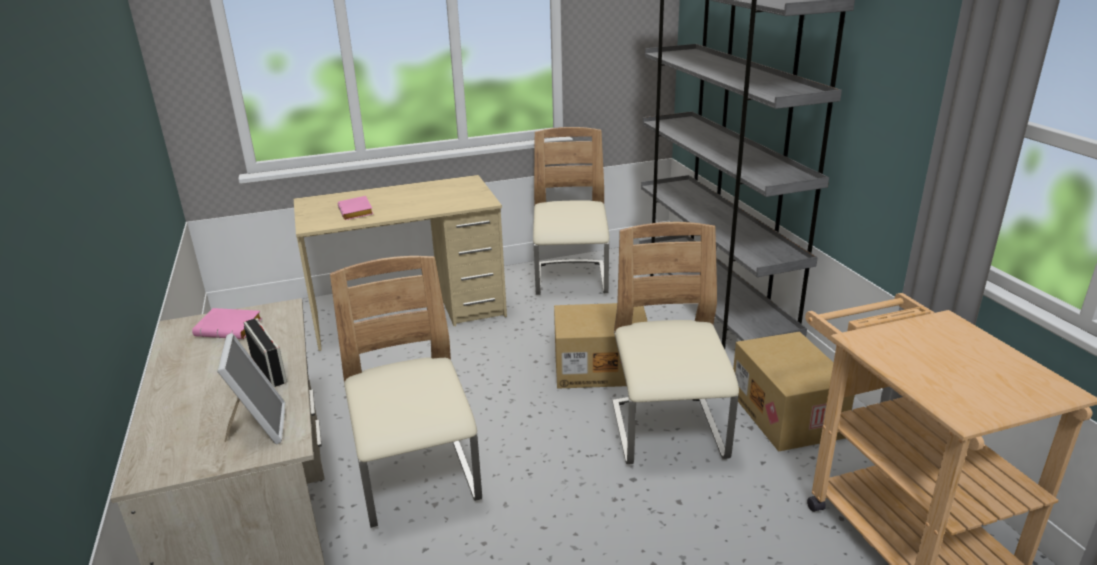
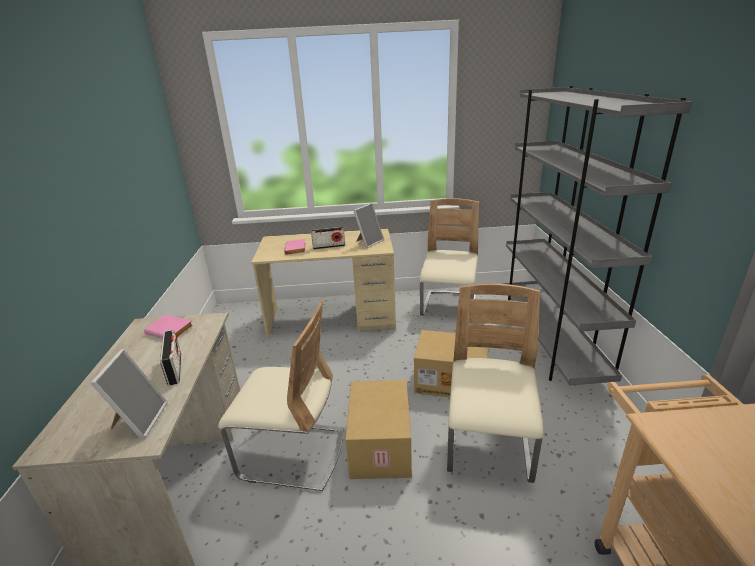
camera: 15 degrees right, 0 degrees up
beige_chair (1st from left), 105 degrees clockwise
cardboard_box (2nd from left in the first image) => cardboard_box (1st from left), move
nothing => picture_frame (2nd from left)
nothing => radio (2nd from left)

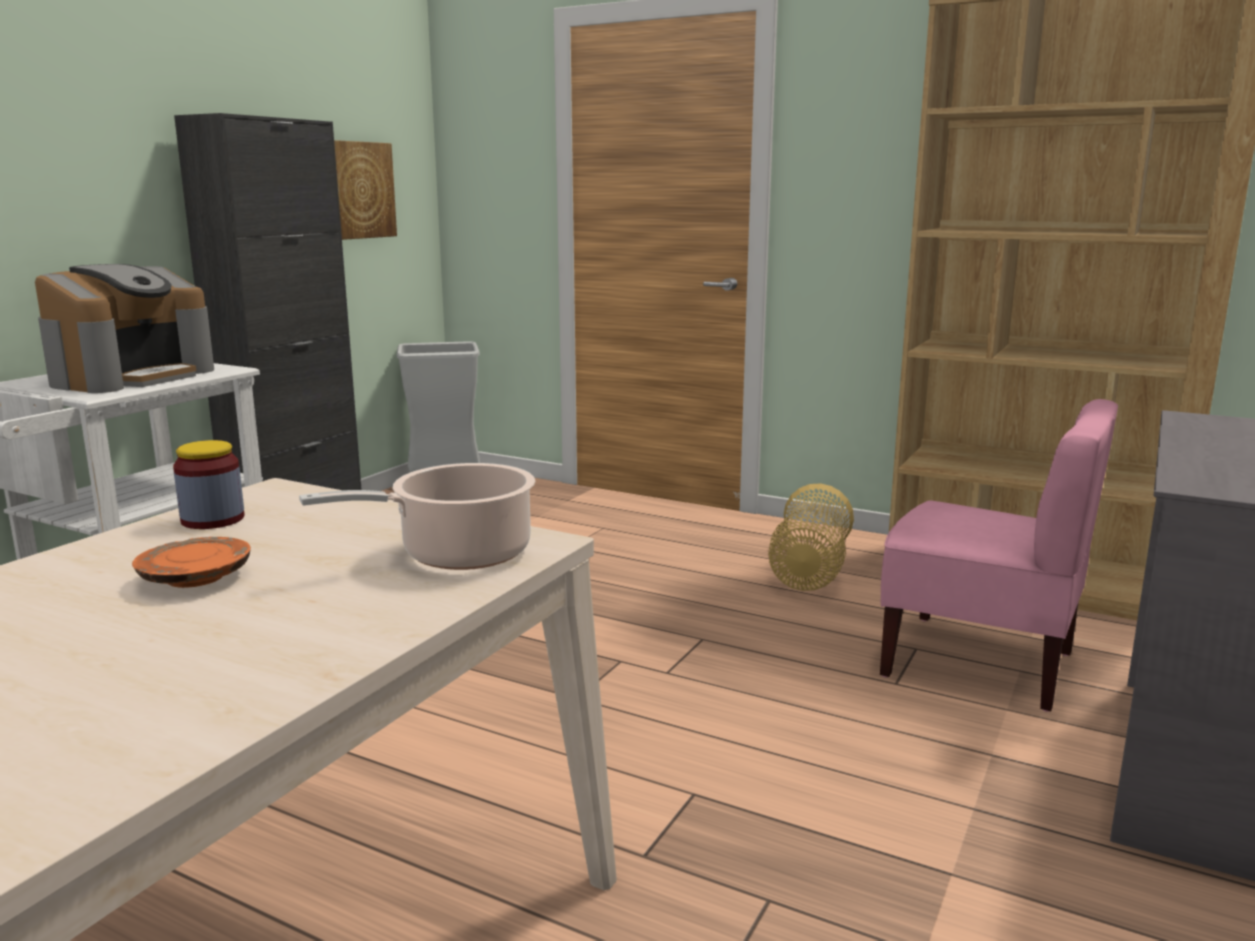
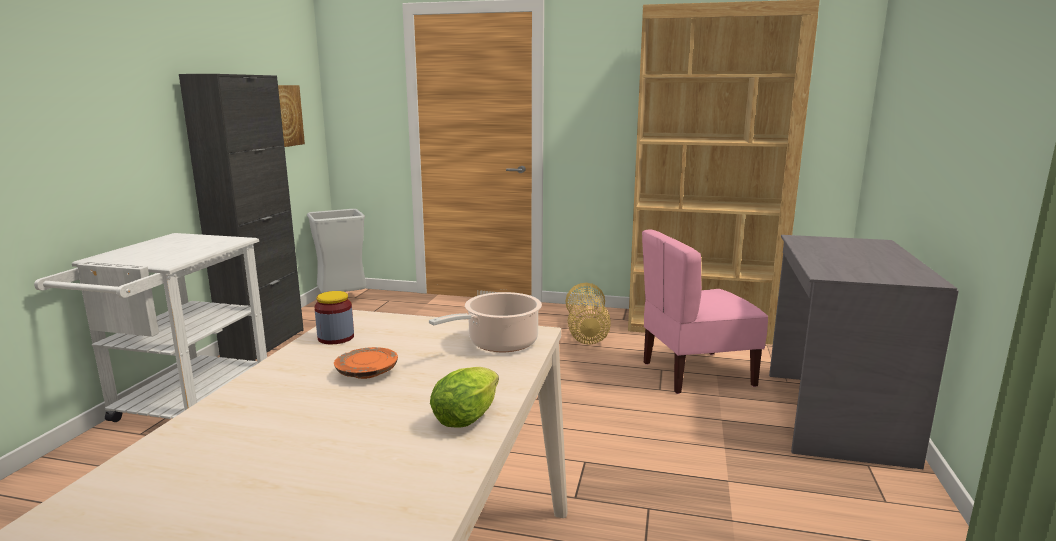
camera: 15 degrees left, 0 degrees up
coffee_machine => nothing
pink_chair, 150 degrees clockwise
nothing => lettuce

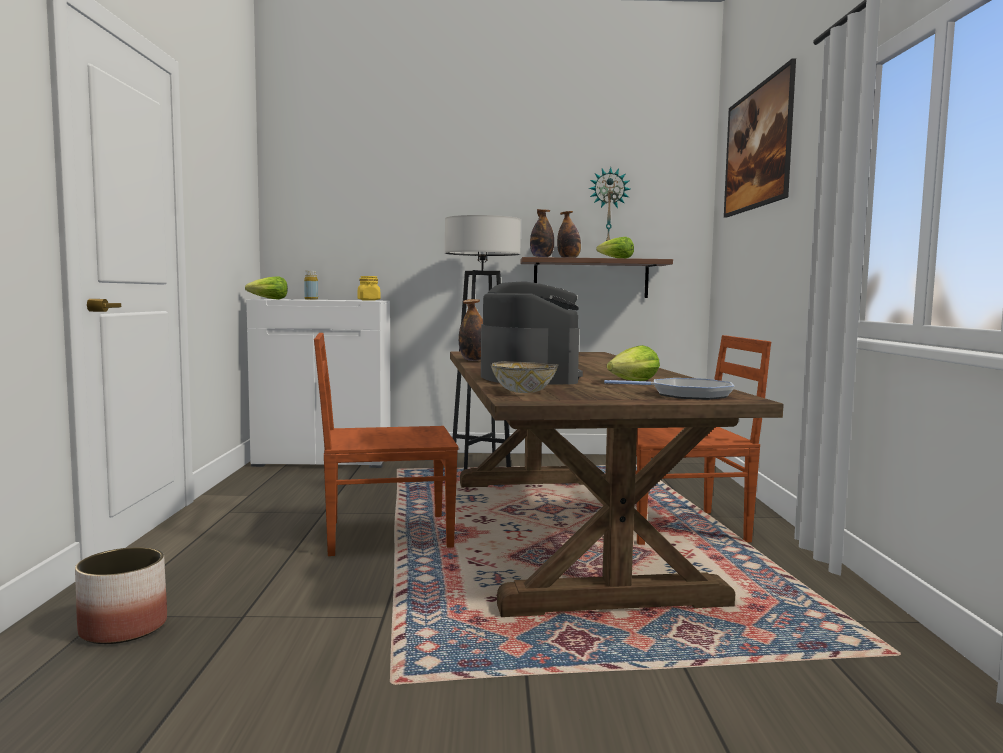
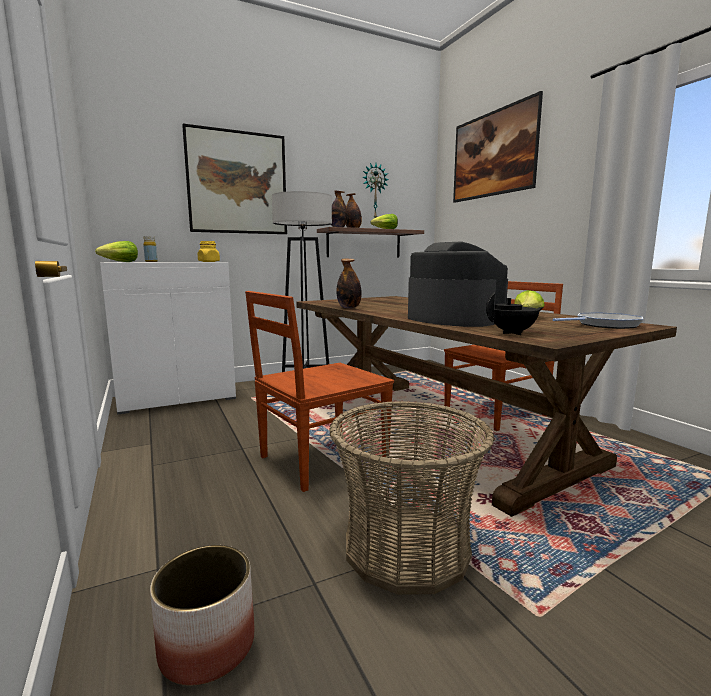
camera: 25 degrees left, 5 degrees up
bowl => black_teapot
nothing => picture (1st from left)
nothing => basket

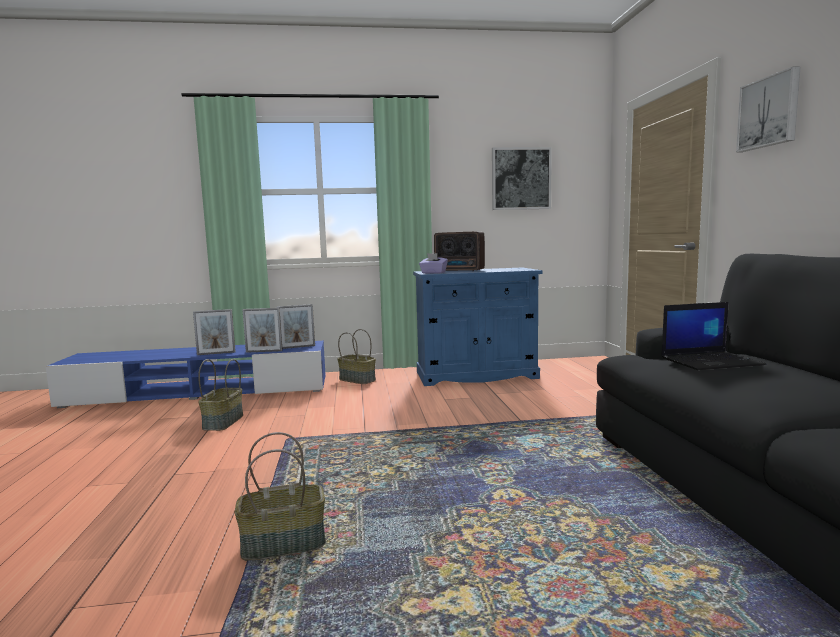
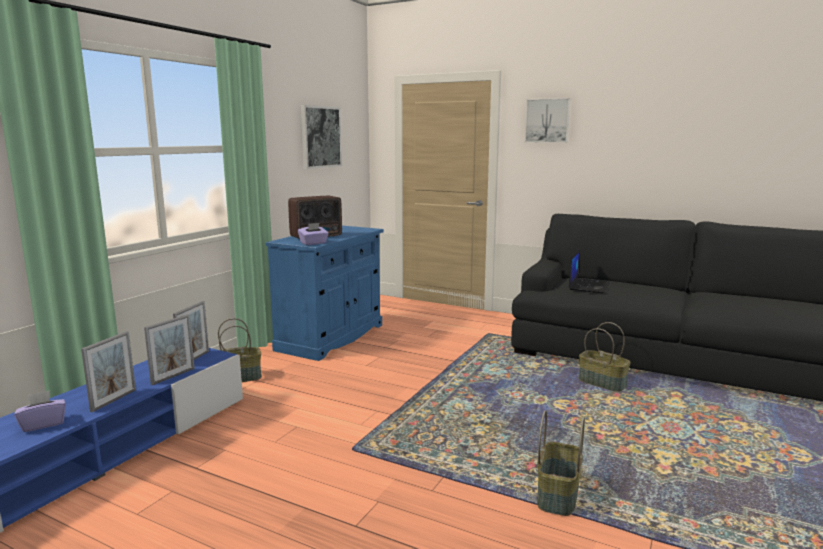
camera: 55 degrees left, 5 degrees up
basket (1st from left in the first image) => basket (3rd from left), move
nothing => purple_tissue_box (1st from left)

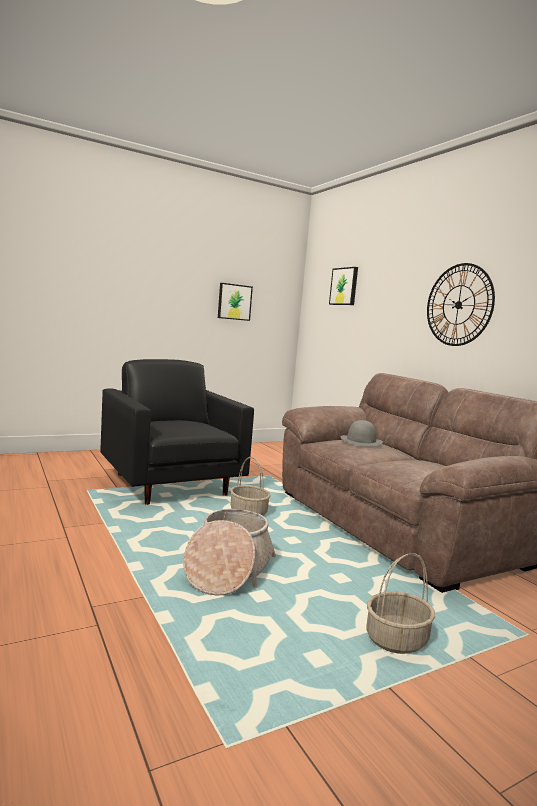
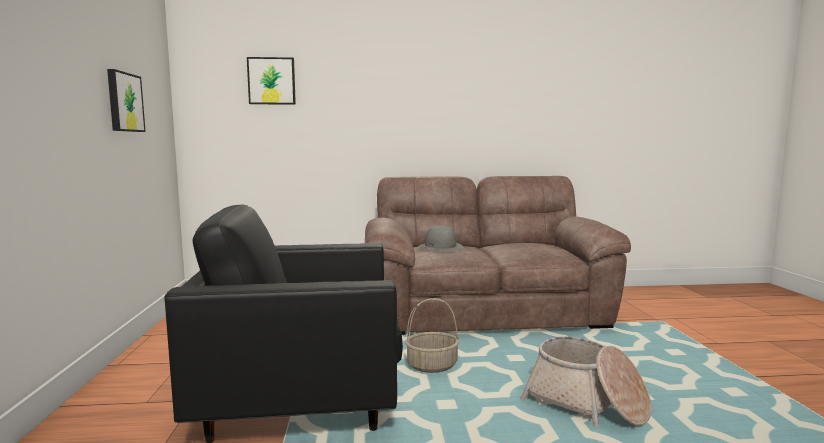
camera: 65 degrees left, 0 degrees up
wall_clock => nothing
basket (3rd from left) => nothing

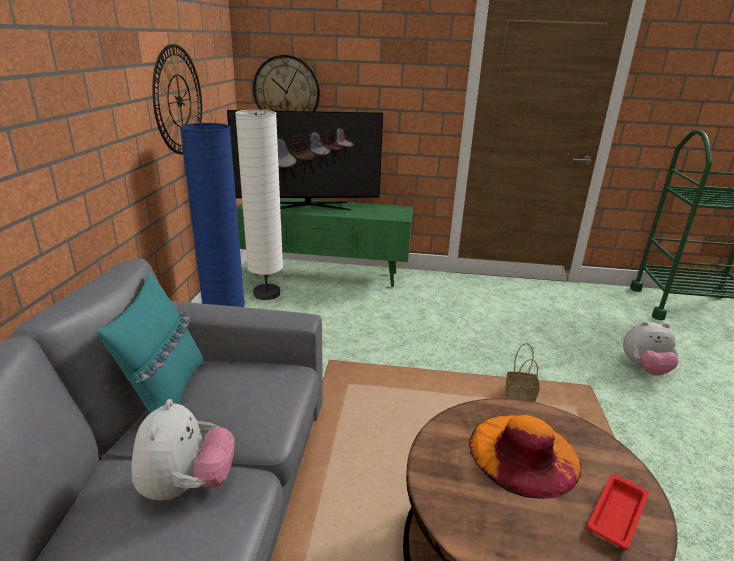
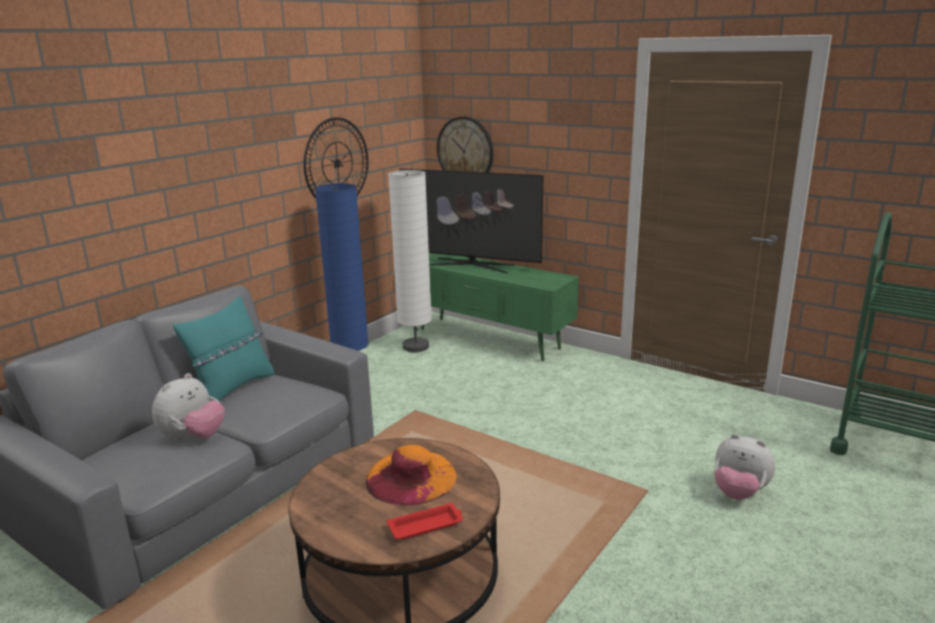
camera: 30 degrees right, 5 degrees down
basket => nothing

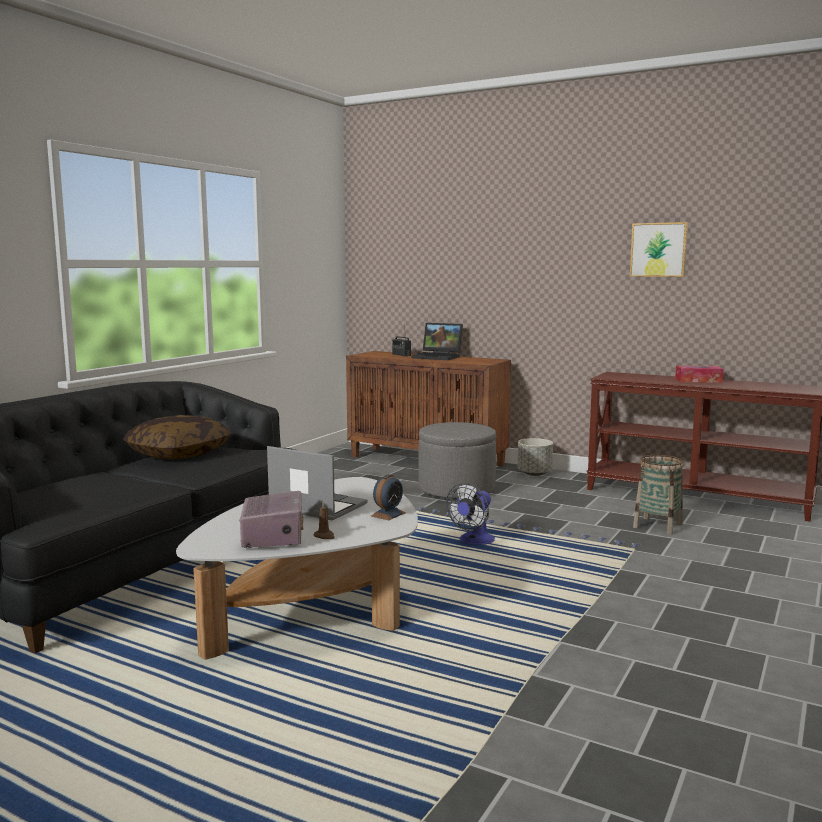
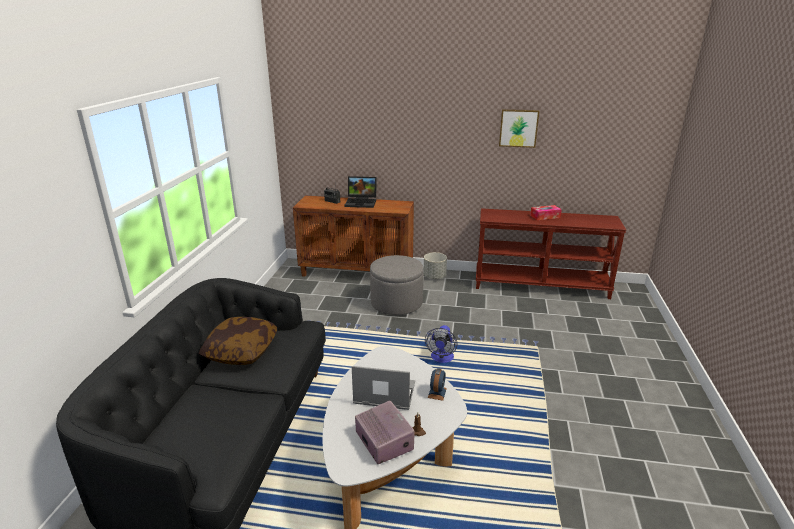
camera: 20 degrees left, 15 degrees up
basket => nothing

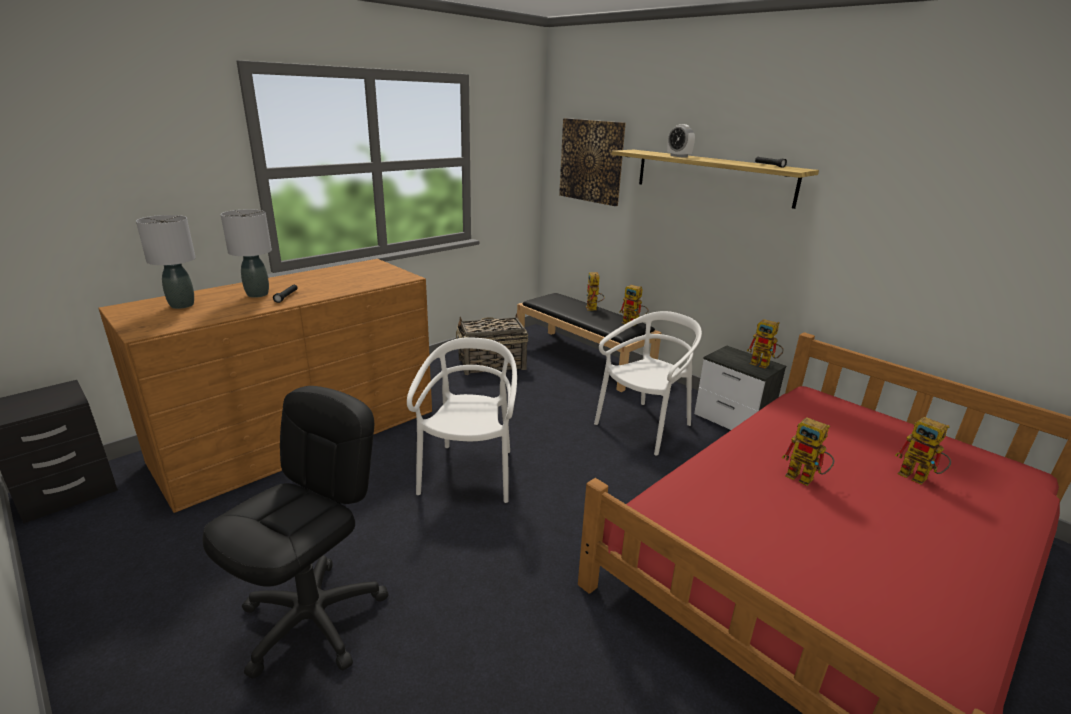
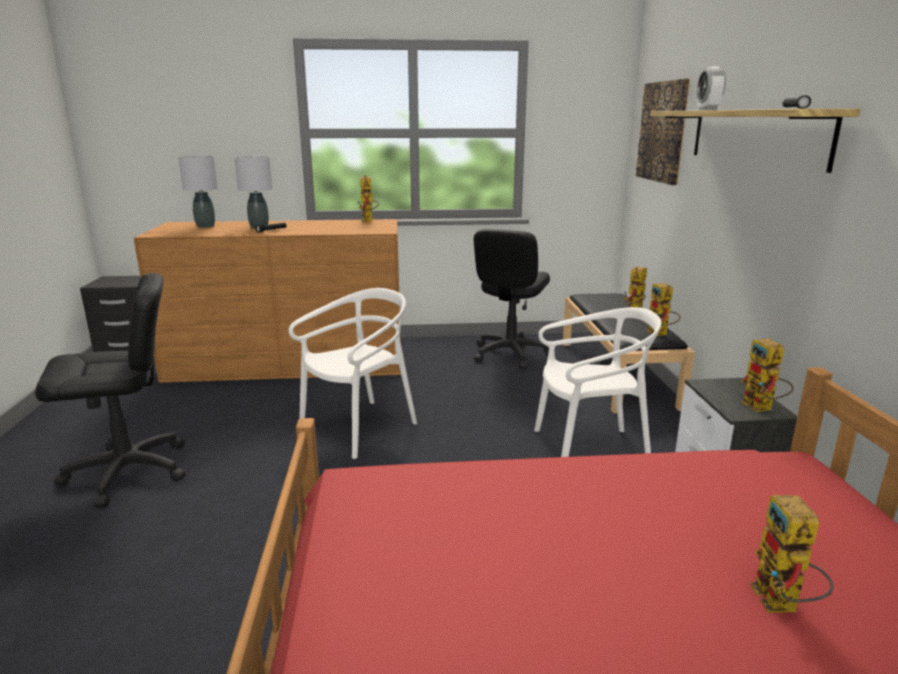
camera: 40 degrees right, 5 degrees down
basket => black_office_chair (2nd from left)
toy_robot (4th from left in the first image) => toy_robot (1st from left), move

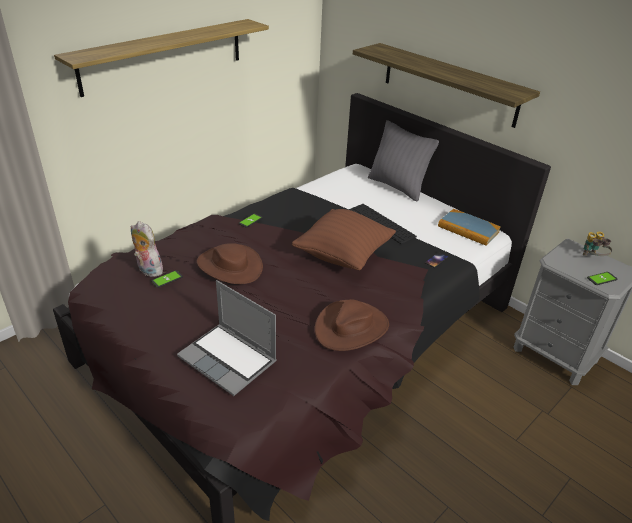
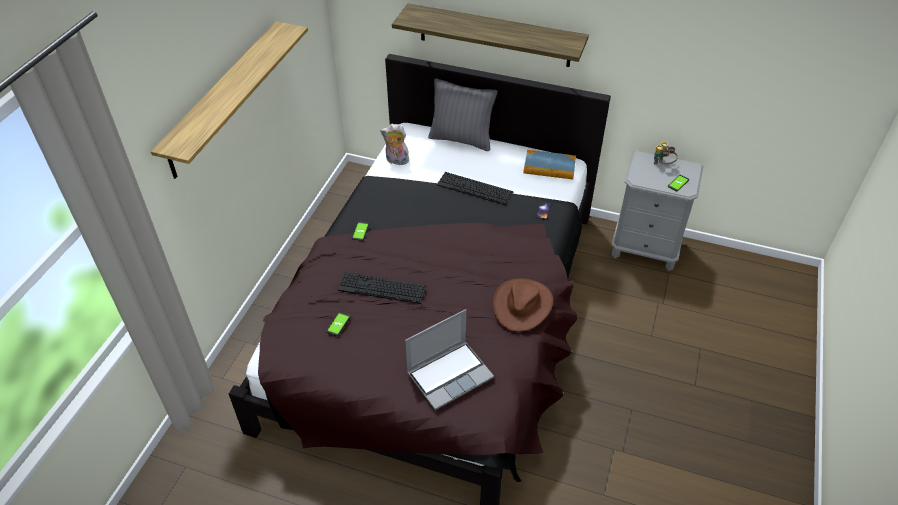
camera: 25 degrees left, 10 degrees up
brown_pillow => nothing
plush_toy, move
brown_hat (1st from left) => keyboard (1st from left)
laptop, 45 degrees counterclockwise

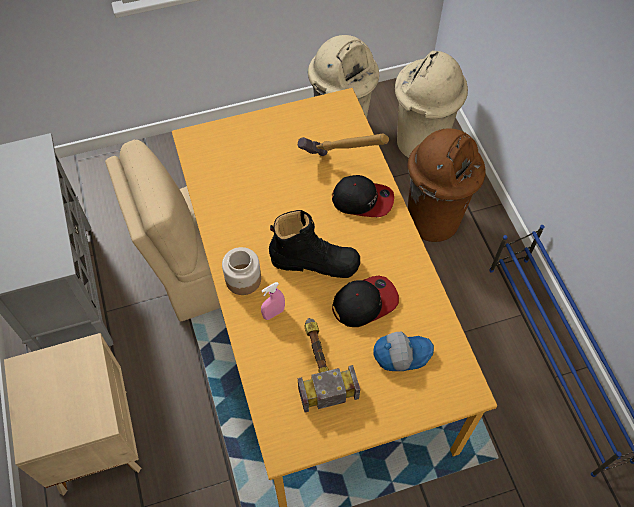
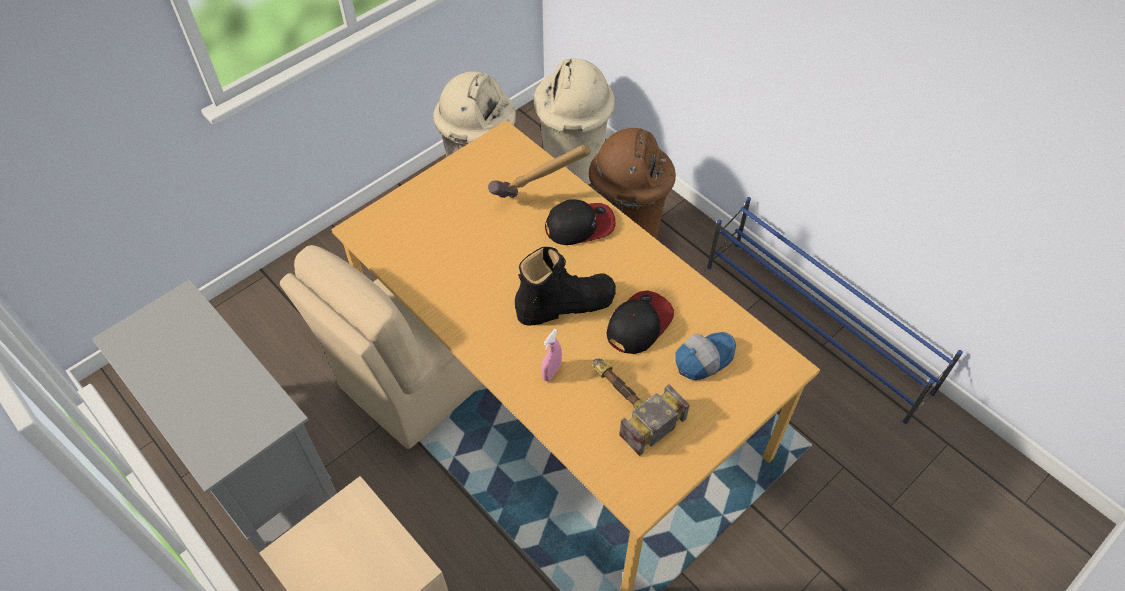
camera: 25 degrees left, 5 degrees down
jar => nothing

